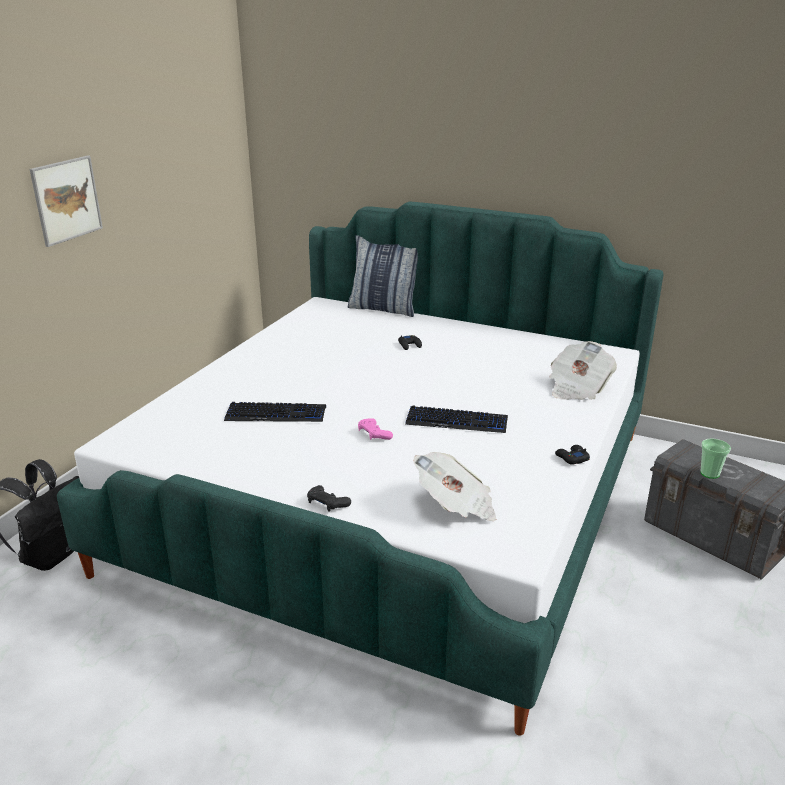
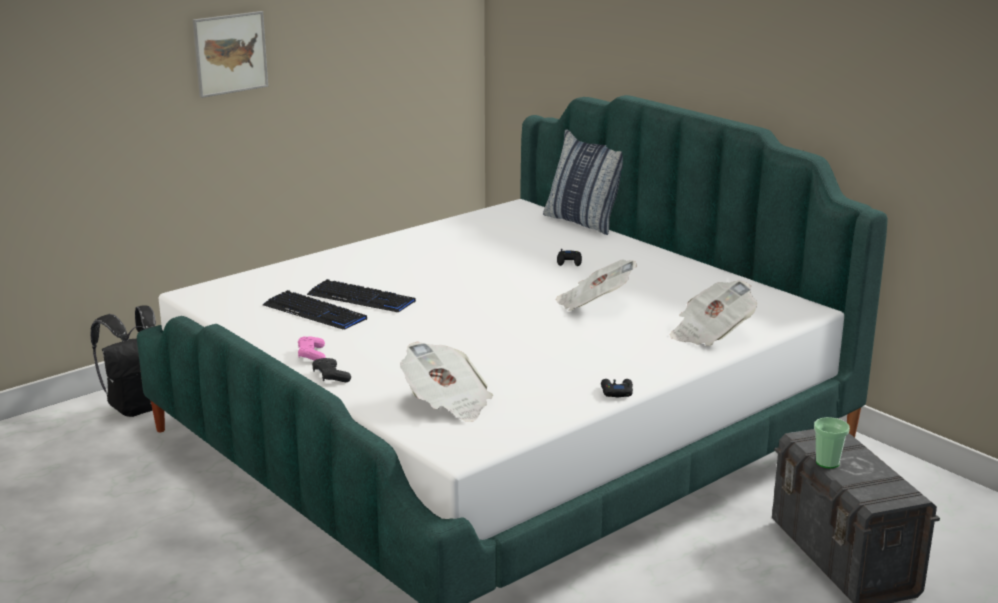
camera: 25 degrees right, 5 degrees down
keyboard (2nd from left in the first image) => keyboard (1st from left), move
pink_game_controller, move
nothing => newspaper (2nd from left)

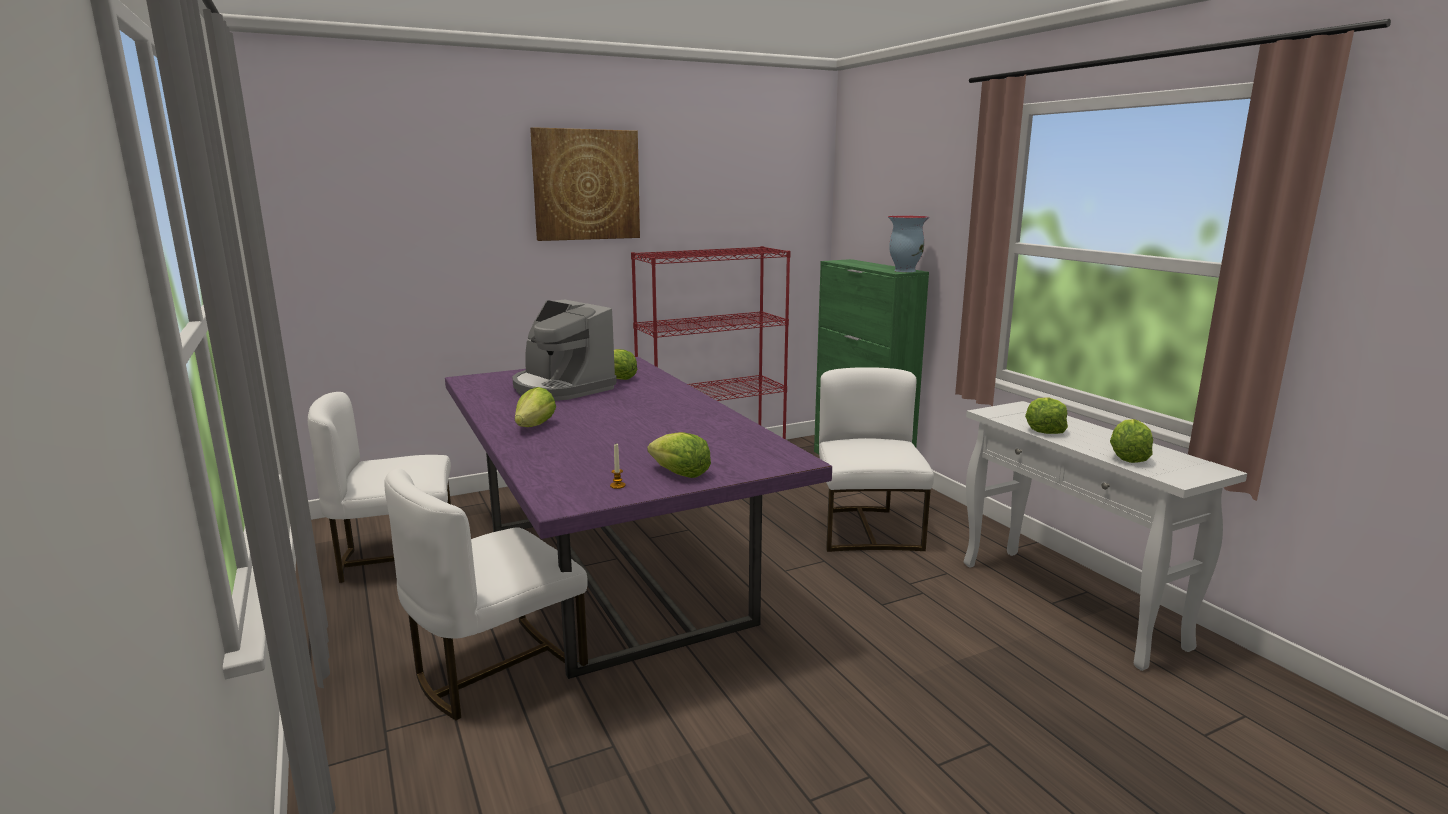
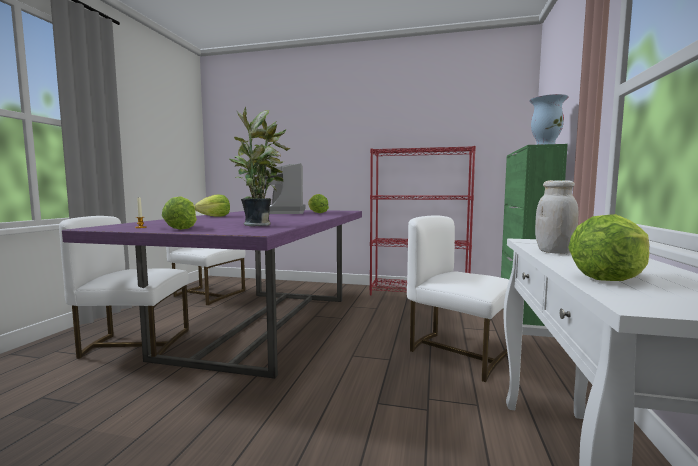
camera: 40 degrees right, 10 degrees down
picture => nothing
white_chair (3rd from left), 90 degrees counterclockwise
lettuce (4th from left) => white_jar
nothing => potted_plant

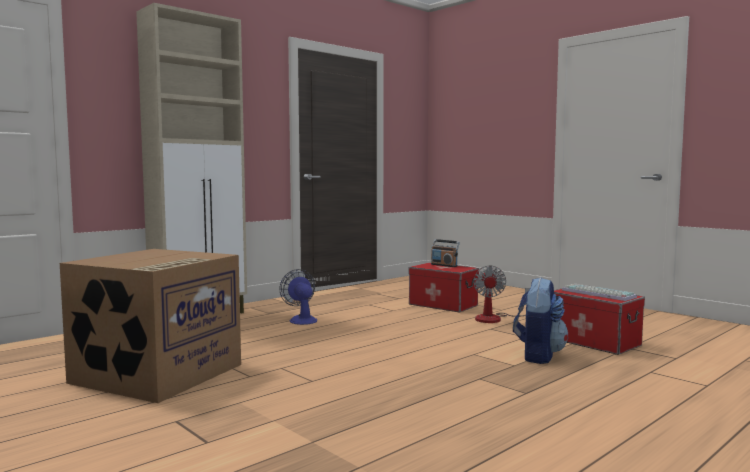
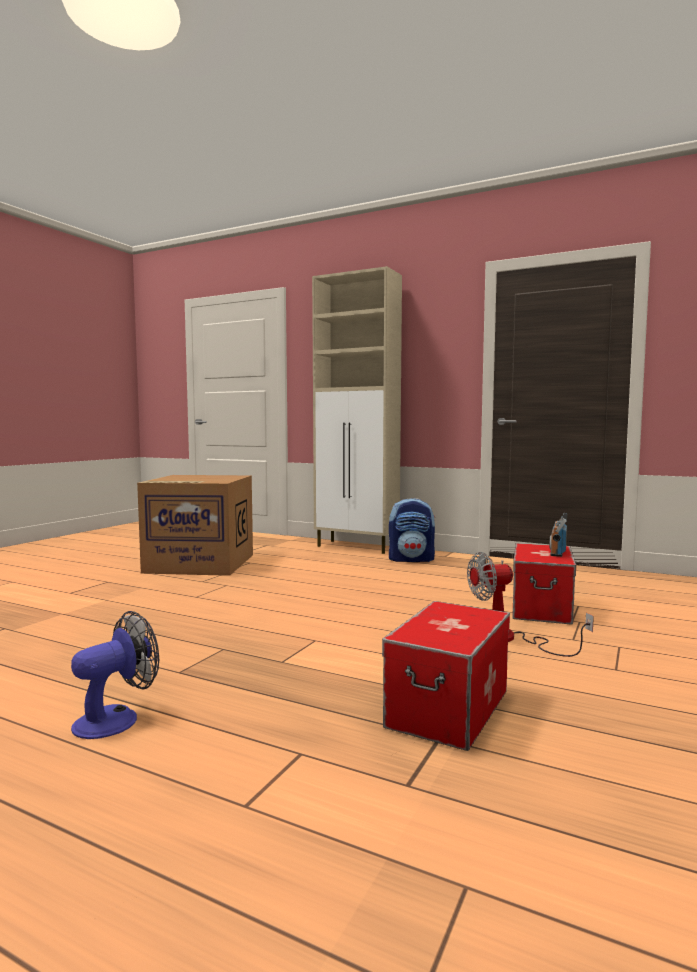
camera: 70 degrees right, 0 degrees up
fan (1st from left), move
backpack, move
keyboard => nothing

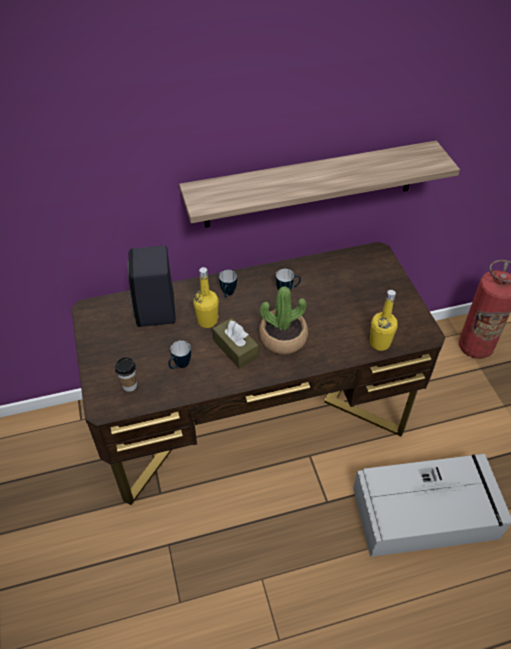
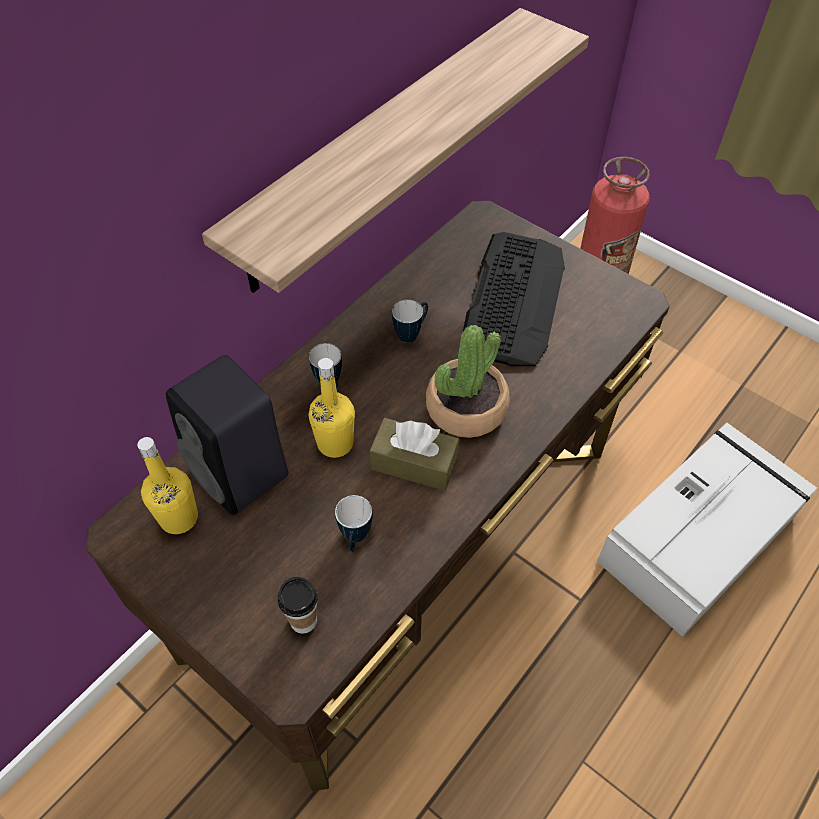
camera: 35 degrees left, 5 degrees up
yellow_bottle (2nd from left in the first image) => yellow_bottle (1st from left), move
nothing => keyboard

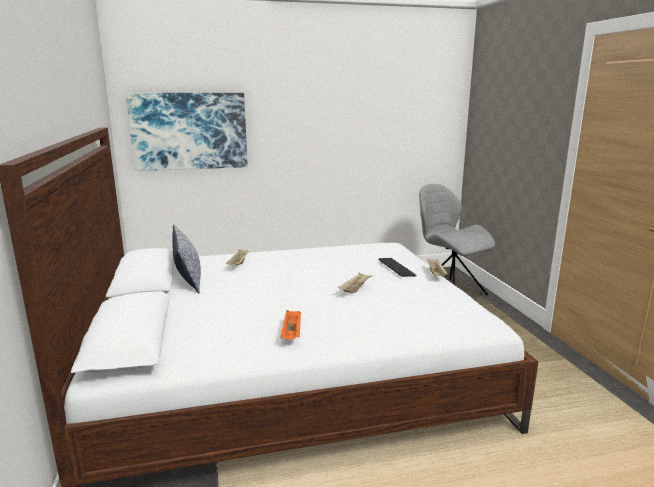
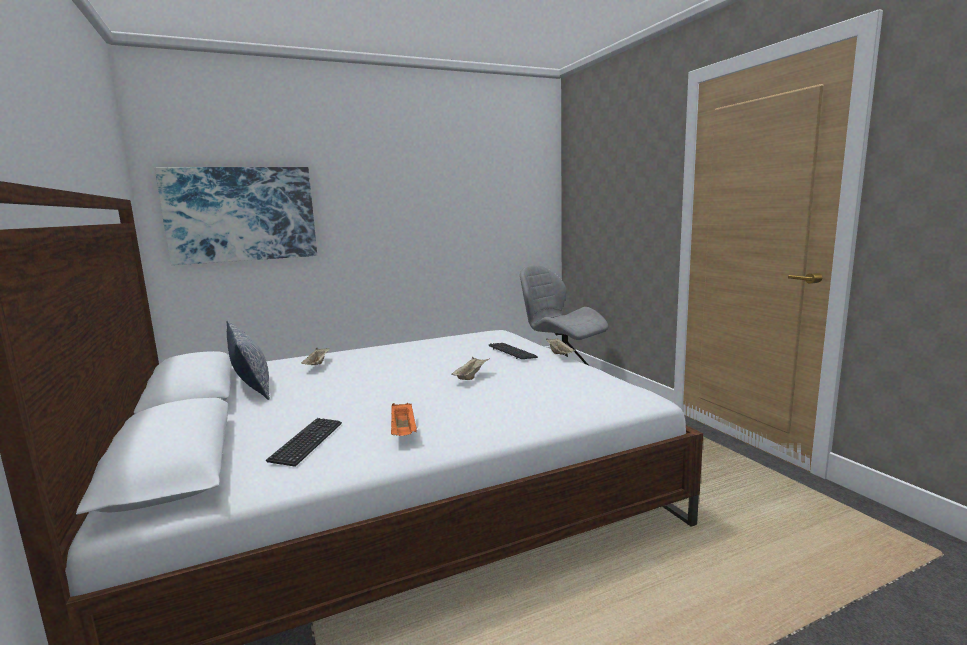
camera: 10 degrees left, 5 degrees down
nothing => keyboard (1st from left)

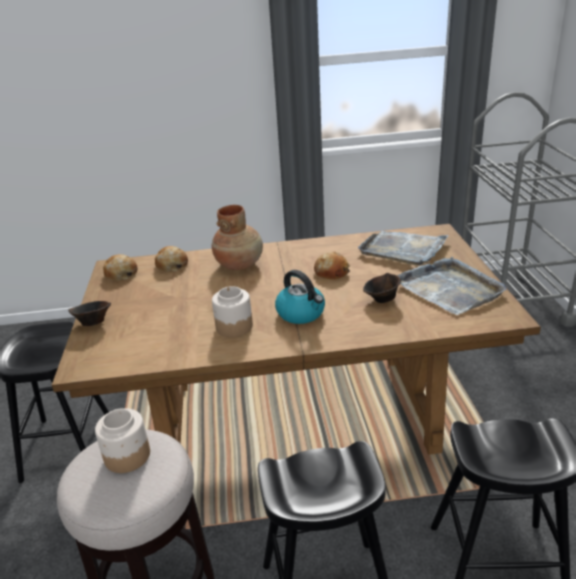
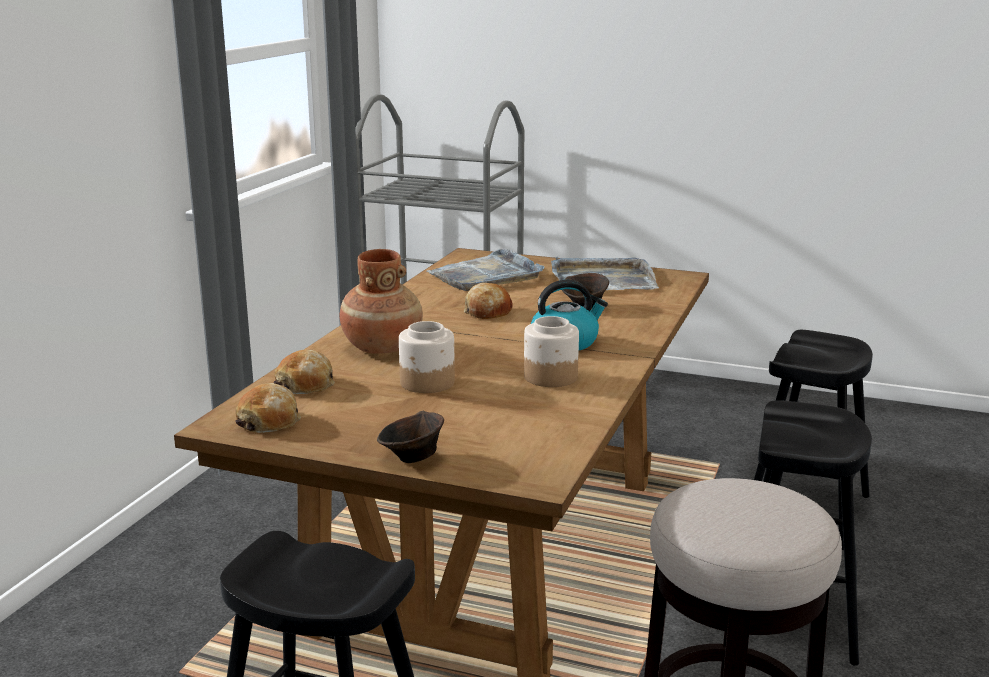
camera: 65 degrees left, 10 degrees down
jar (1st from left), move

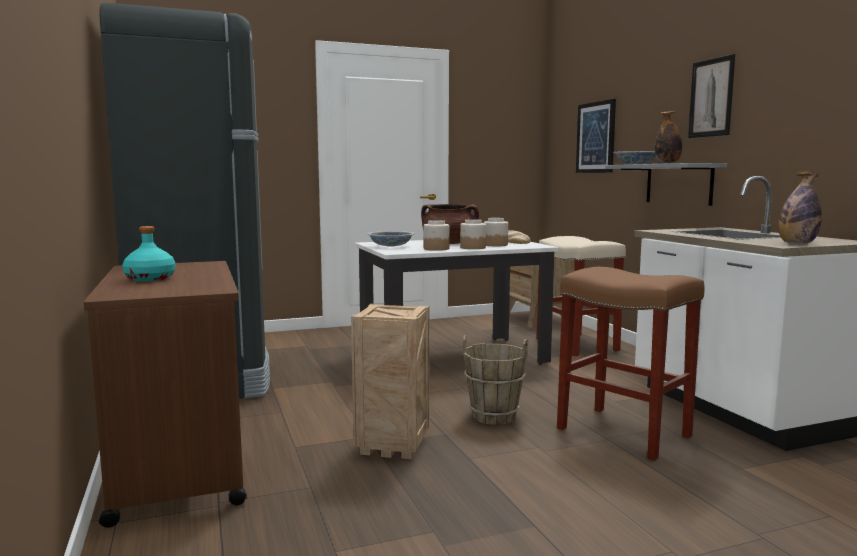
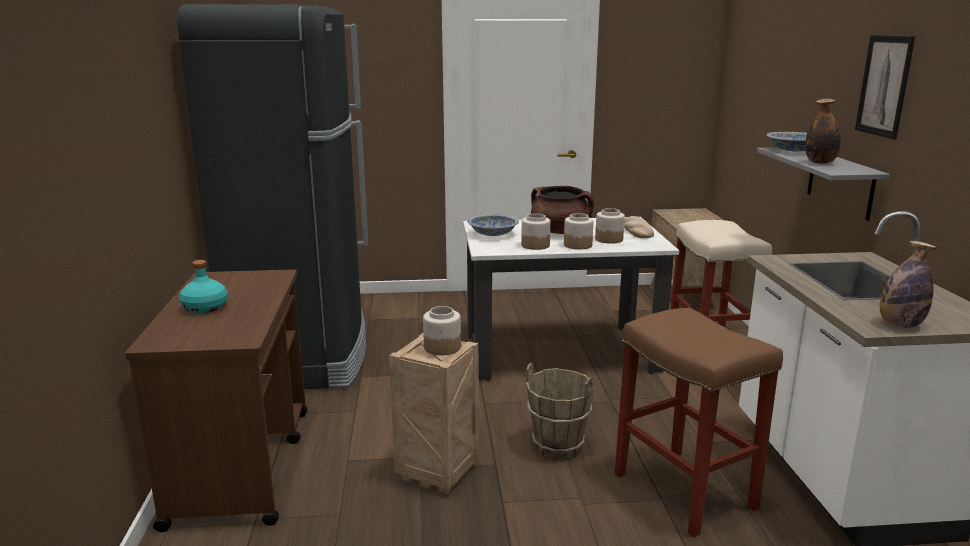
camera: 15 degrees right, 10 degrees up
picture (1st from left) => nothing
nothing => jar (1st from left)

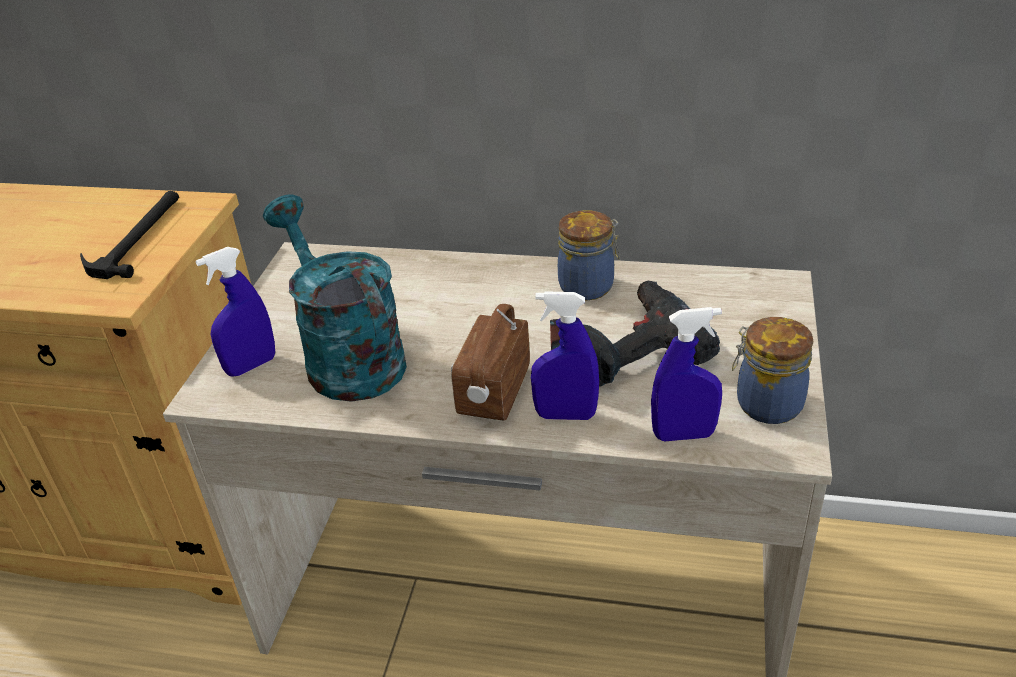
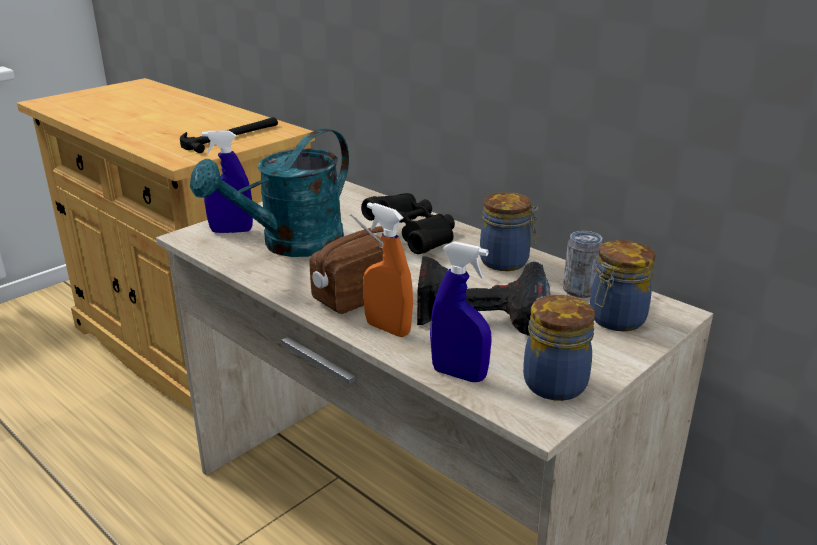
camera: 30 degrees right, 10 degrees down
turquoise_watering_can, 135 degrees counterclockwise
blue_spray_bottle (2nd from left) => orange_spray_bottle
nothing => black_binoculars
nothing => can
nothing => jar (3rd from left)

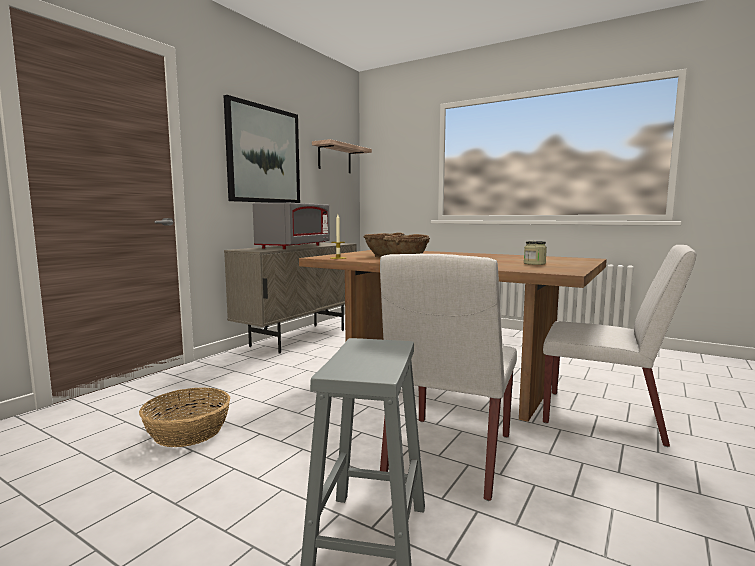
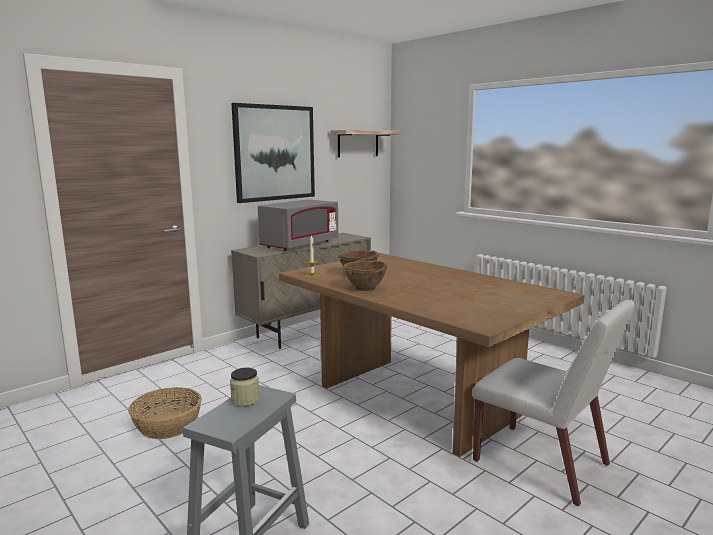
camera: 15 degrees right, 5 degrees up
jar, move
white_chair (1st from left) => nothing

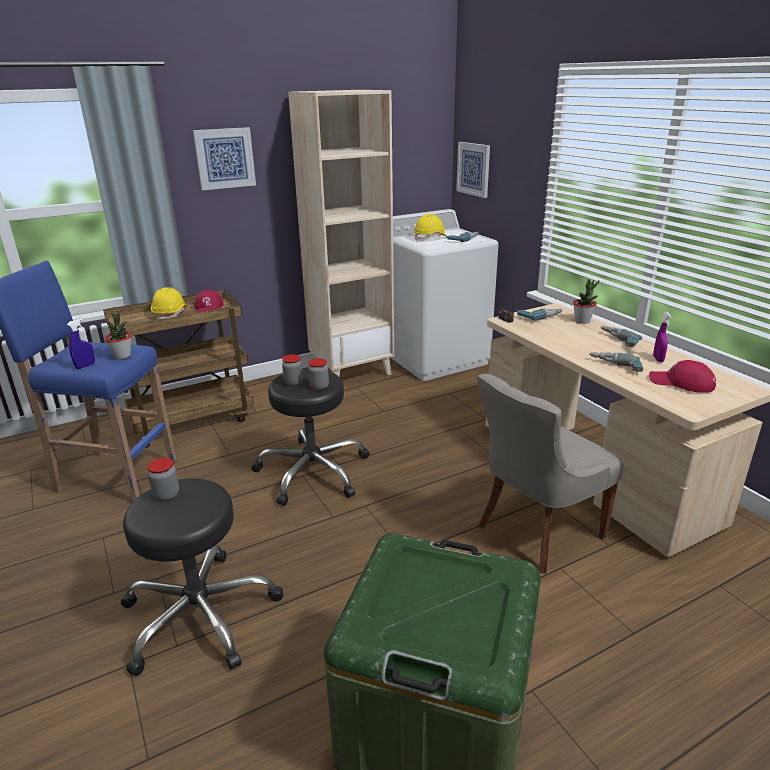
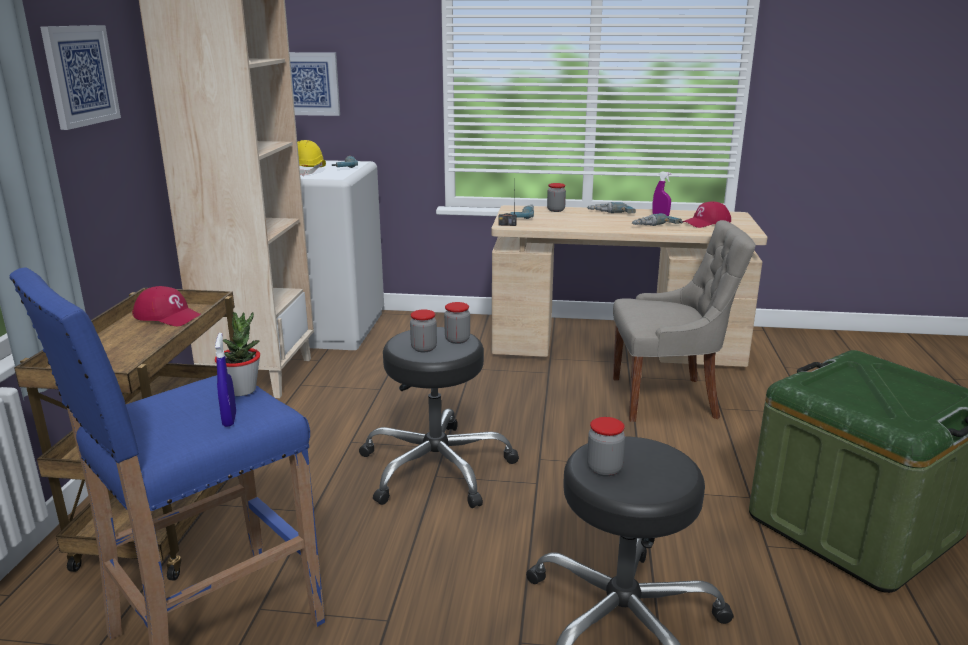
camera: 55 degrees left, 5 degrees down
potted_plant (2nd from left) => jar (3rd from left)
yellow_hard_hat (1st from left) => nothing
grey_chair, 90 degrees counterclockwise

